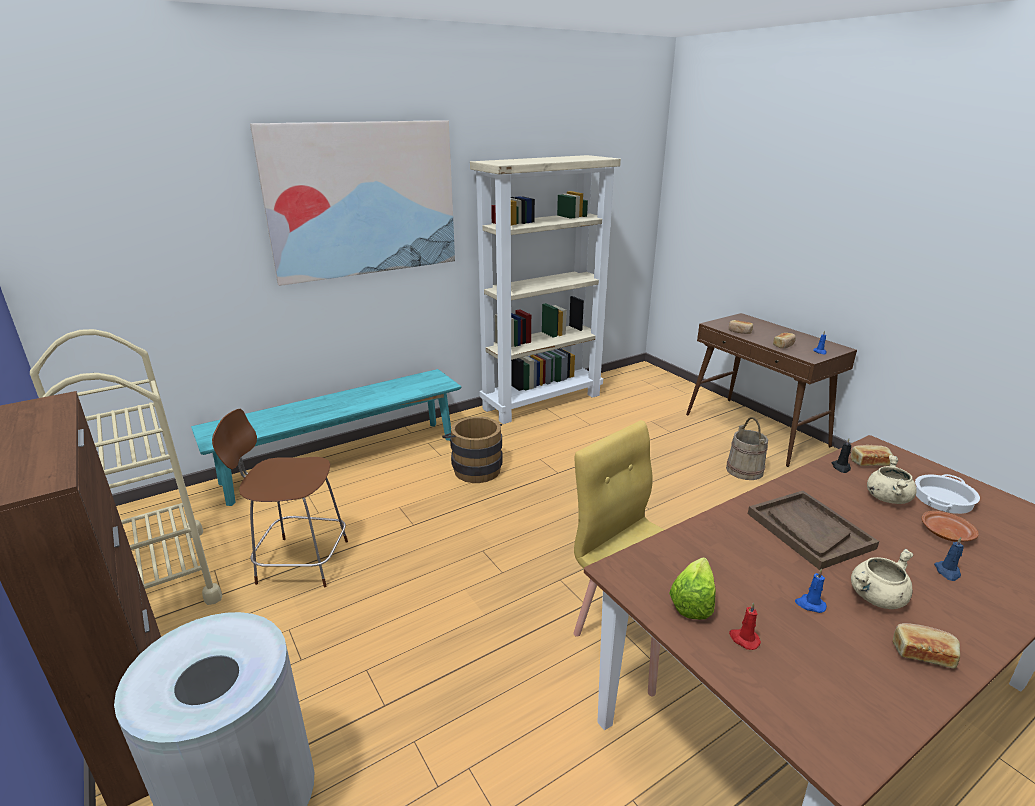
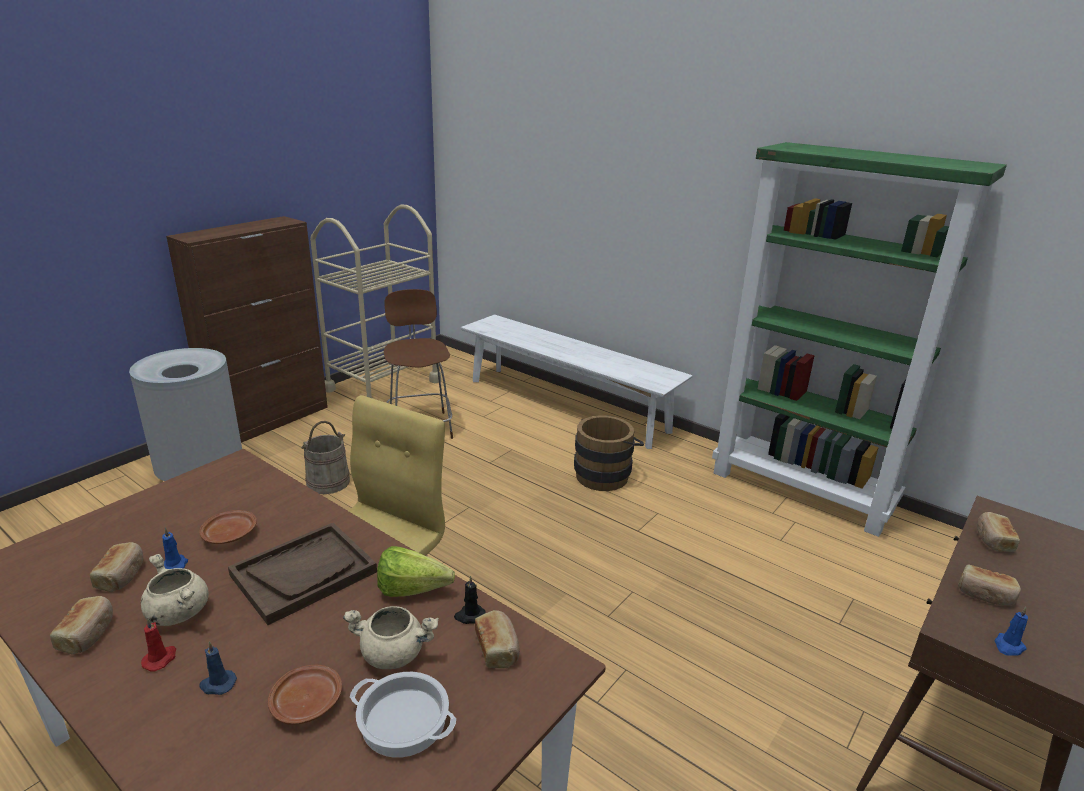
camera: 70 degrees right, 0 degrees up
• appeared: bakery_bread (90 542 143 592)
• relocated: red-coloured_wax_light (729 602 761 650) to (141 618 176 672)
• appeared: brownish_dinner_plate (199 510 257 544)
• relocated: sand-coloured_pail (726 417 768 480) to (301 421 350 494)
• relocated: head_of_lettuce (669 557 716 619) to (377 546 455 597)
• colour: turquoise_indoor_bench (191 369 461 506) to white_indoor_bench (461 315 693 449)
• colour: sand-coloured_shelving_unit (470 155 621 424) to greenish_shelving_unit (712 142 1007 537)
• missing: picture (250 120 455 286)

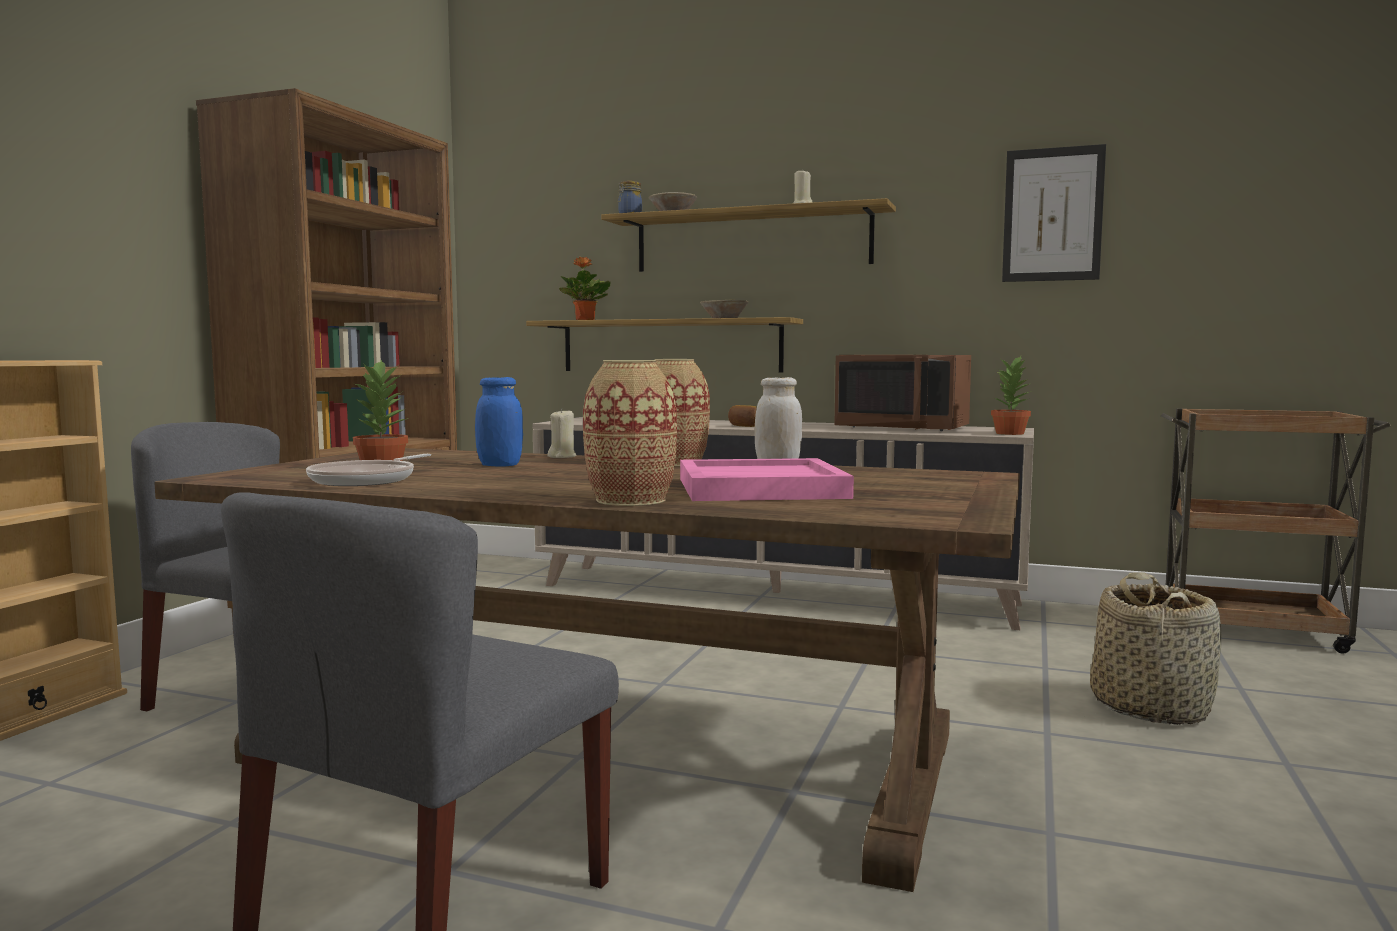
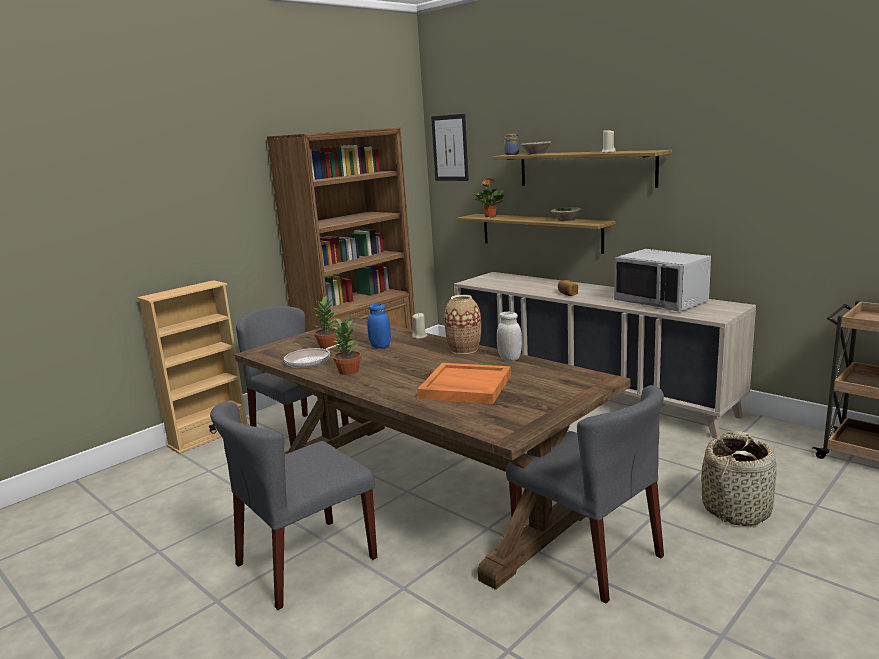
camera: 25 degrees right, 10 degrees up
• relocated: plant_in_a_pot (991 356 1032 435) to (333 317 362 375)
• colour: pink_serving_tray (680 458 854 501) to orangey_serving_tray (418 363 511 404)
• relocated: picture (1002 144 1106 282) to (431 114 469 181)
• appeared: gray_chair (506 385 664 604)
• colour: brownish_microwave (834 355 971 431) to gray_microwave (614 249 711 311)
• missing: flower_vase (583 360 677 506)

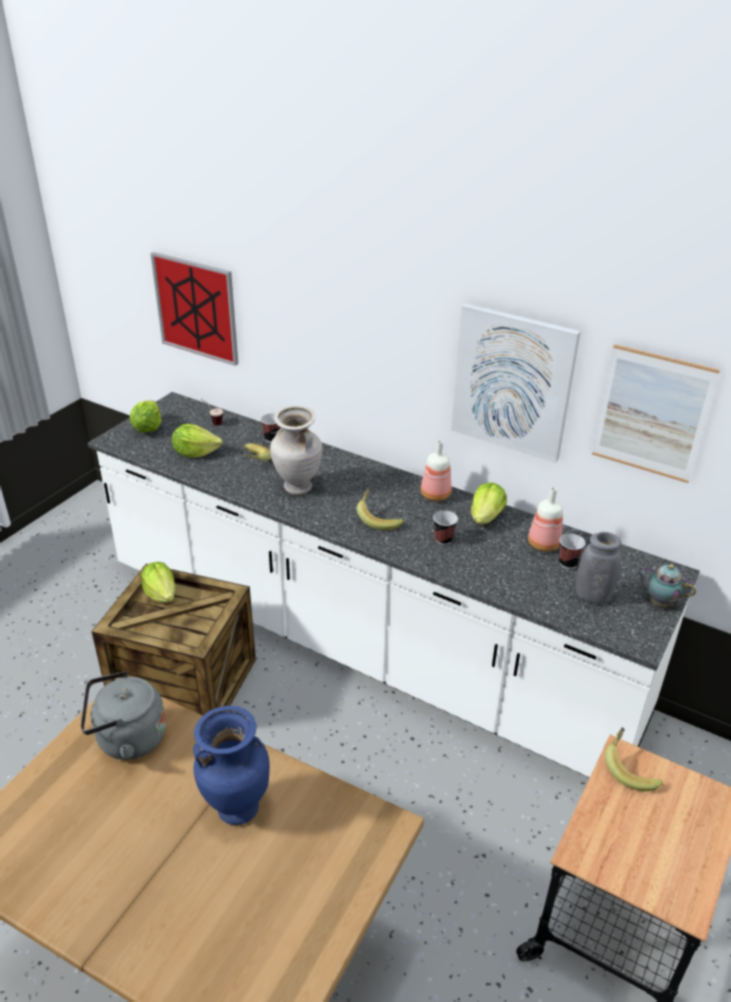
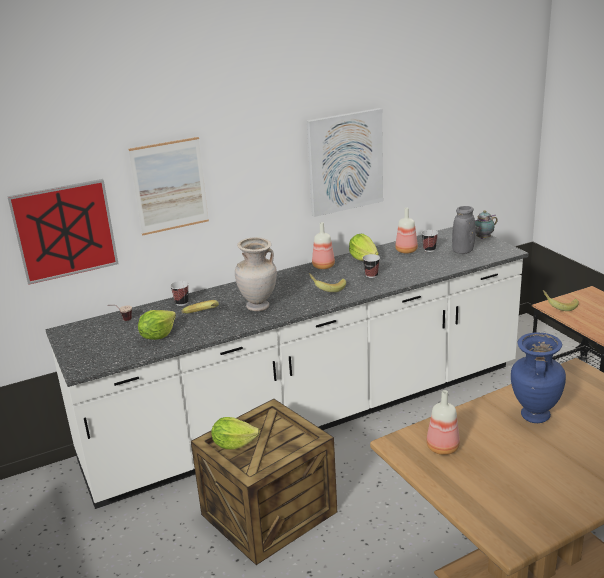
camera: 55 degrees left, 10 degrees down
• relocated: picture (592 344 720 483) to (128 137 209 236)
• exchanged: gray_kettle (81 671 166 760) to bottle (426 390 460 455)
• missing: head_of_lettuce (130 400 161 432)

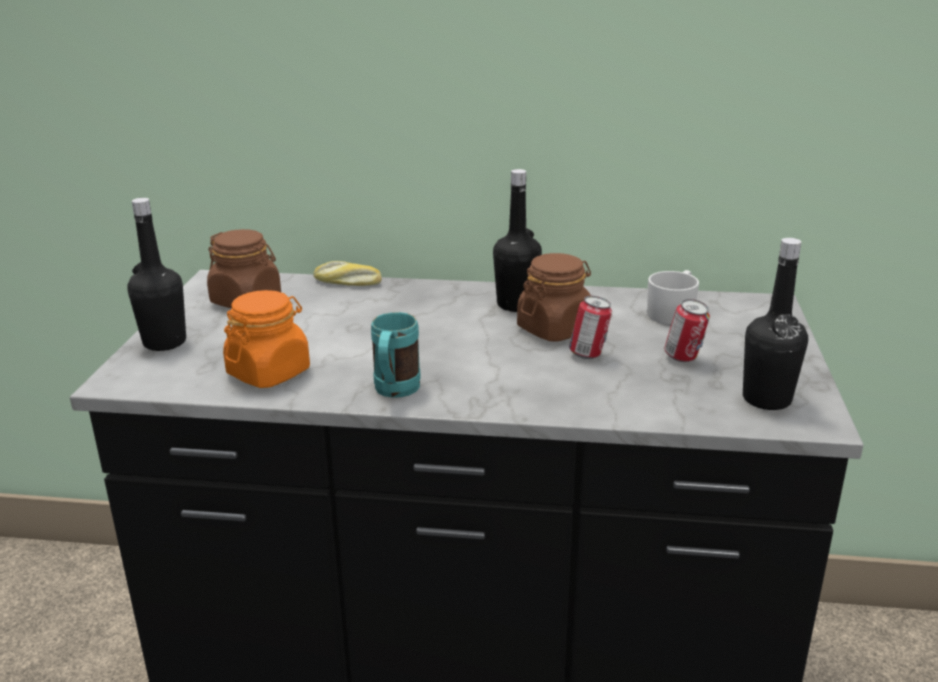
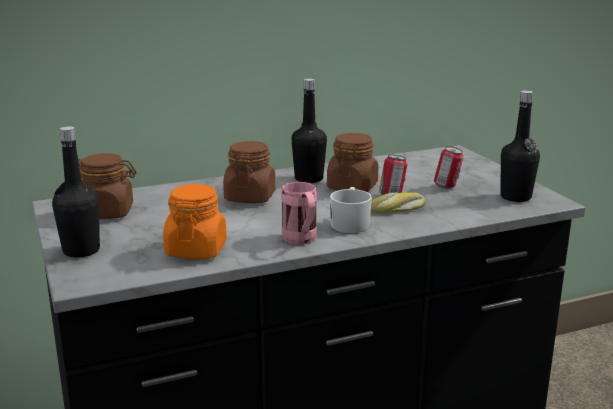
camera: 30 degrees left, 5 degrees down
• appeared: brownish_jar (223 141 276 203)
• colour: turquoise_coffee_mug (371 312 421 398) to pink_coffee_mug (281 182 317 245)
• relocated: white_coffee_mug (647 270 699 325) to (330 187 372 233)
• relocated: bakery_bread (313 261 382 286) to (371 192 426 214)

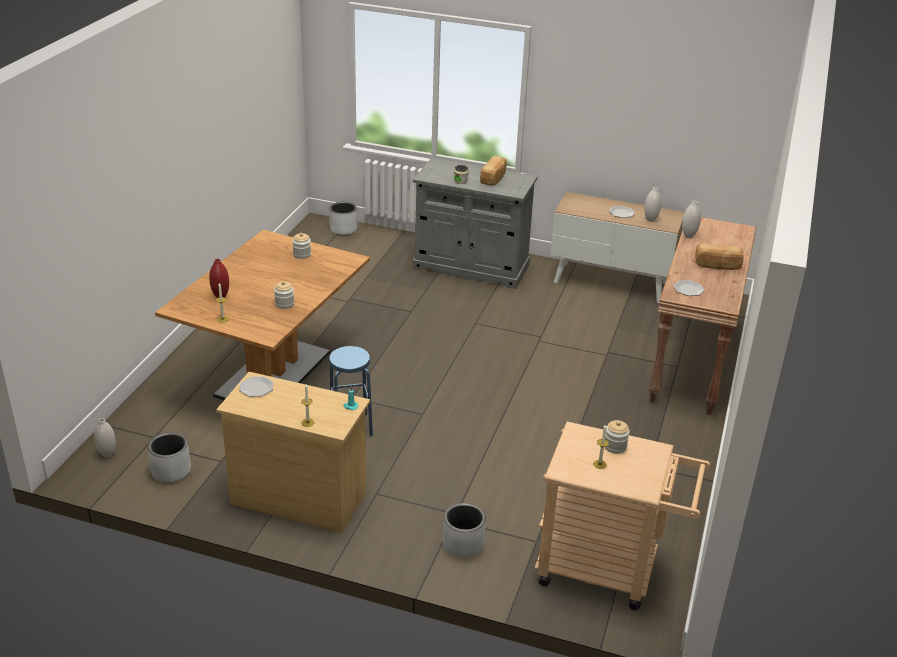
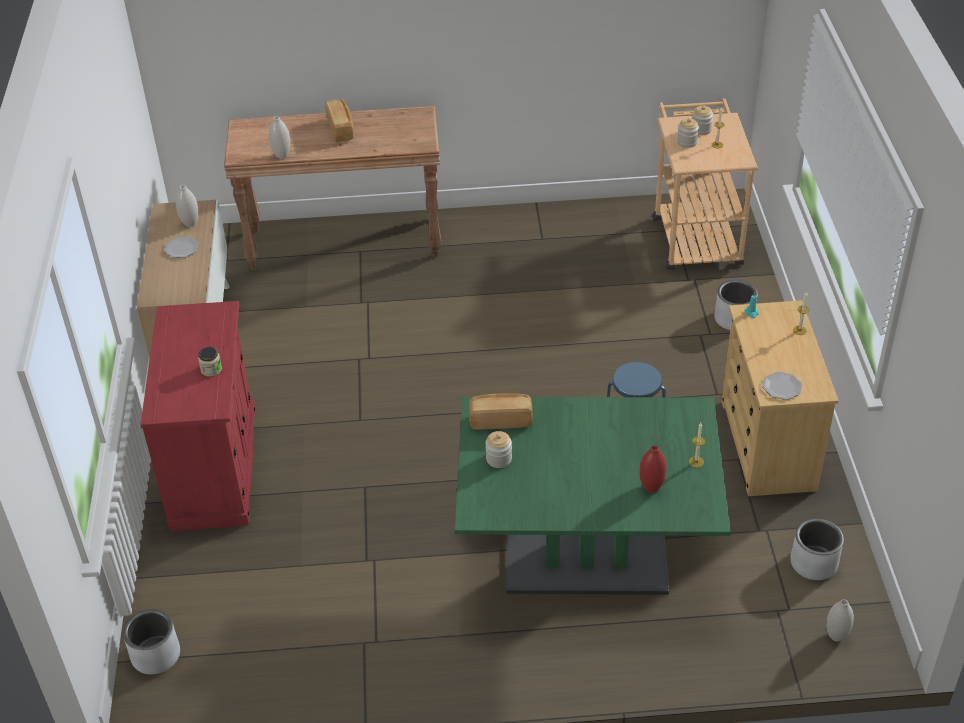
camera: 110 degrees left, 10 degrees up
• colour: gray_cabinet (413 158 538 289) to red-coloured_cabinet (141 301 256 531)
• colour: brownish_dining_table (155 230 370 400) to greenish_dining_table (455 397 731 595)
• relocated: bakery_bread (480 156 507 185) to (469 393 533 430)
• relocated: jar (274 281 294 309) to (692 106 713 135)
• missing: dinner_plate (673 280 705 296)

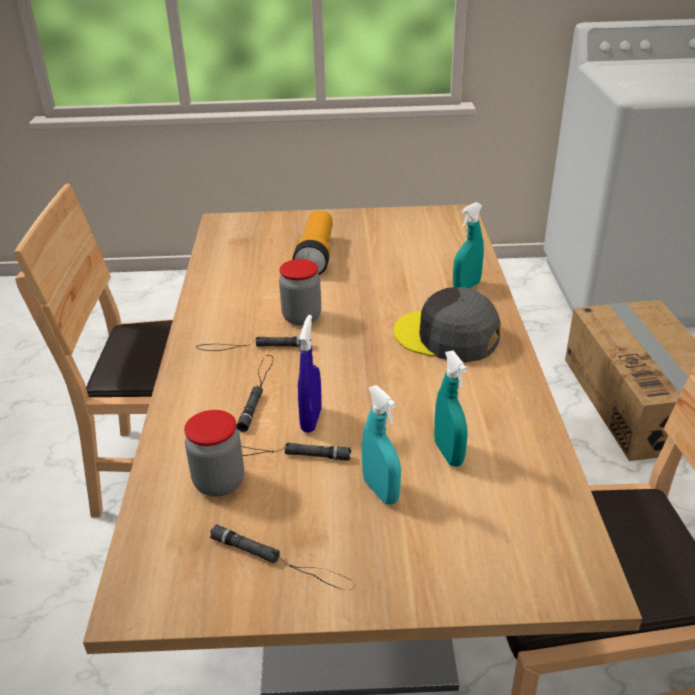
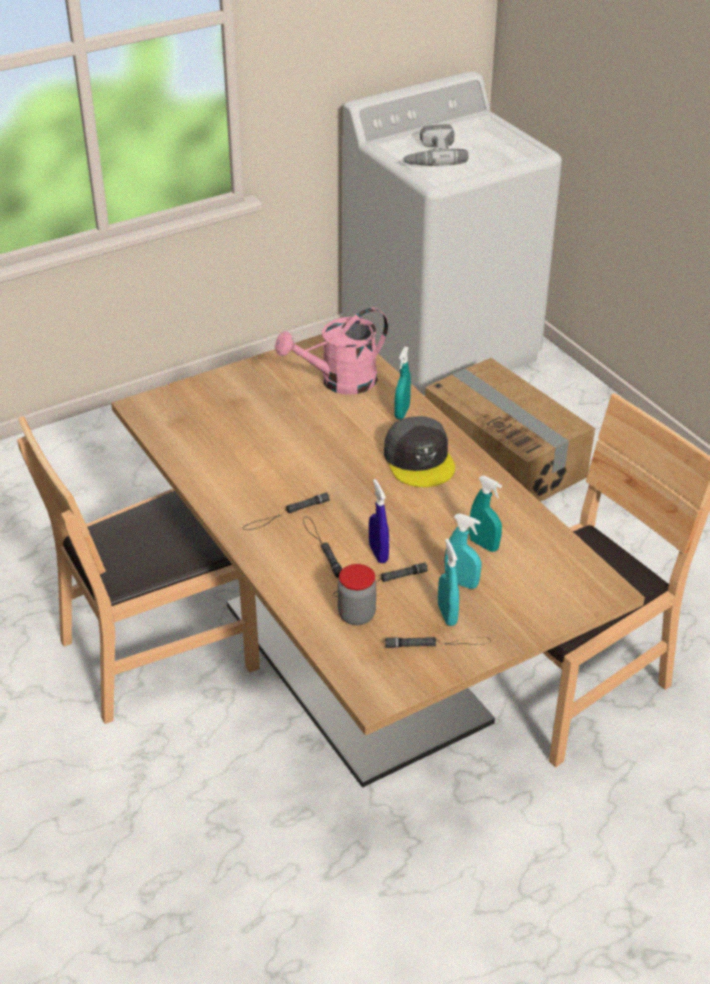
camera: 30 degrees left, 5 degrees up
• appeared: pink_watering_pot (275 308 388 395)
• spun: gray_cap (393 287 501 362) = (384 416 455 487) 105 degrees counterclockwise
• appeared: electric_drill (402 124 469 166)
• appeared: turquoise_sprayer (438 539 459 626)
• missing: jar (279 259 321 326)
• missing: hand_torch (293 210 333 275)

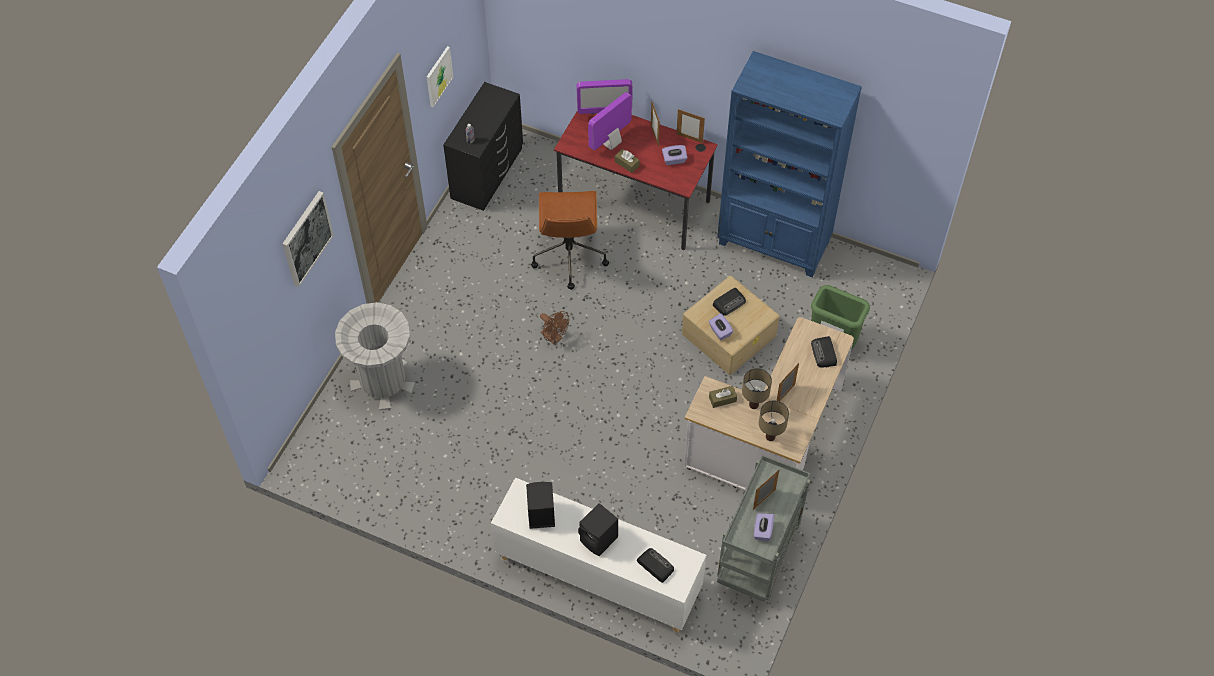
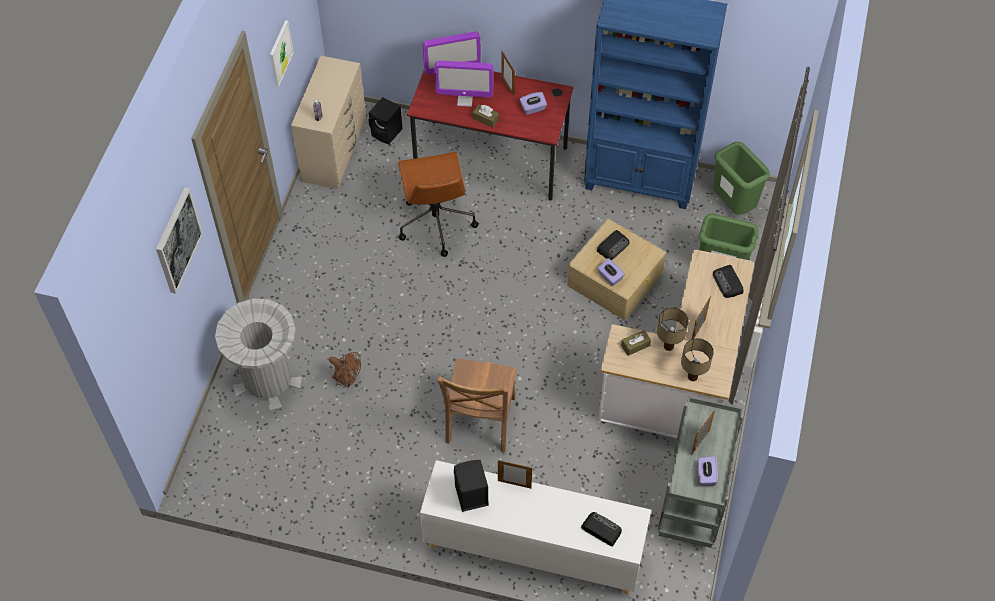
camera: 10 degrees left, 0 degrees up
• colour: black_drawer_chest (443 82 523 211) to sand-coloured_drawer_chest (291 56 366 189)
• relocated: brownish_fan (540 311 569 345) to (329 352 361 388)
• relocated: black_audio_speaker (578 503 618 556) to (368 97 403 144)
• spun: computer_display (588 92 632 150) = (434 61 494 107) 120 degrees counterclockwise
• appeared: brownish_chair (437 359 517 452)
• relocated: picture_frame (677 109 705 143) to (498 460 532 489)
• appeared: greenish_waste_bin (713 142 770 215)

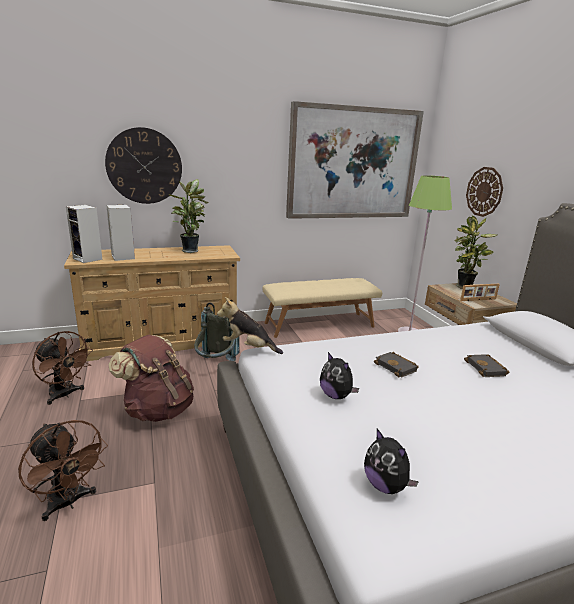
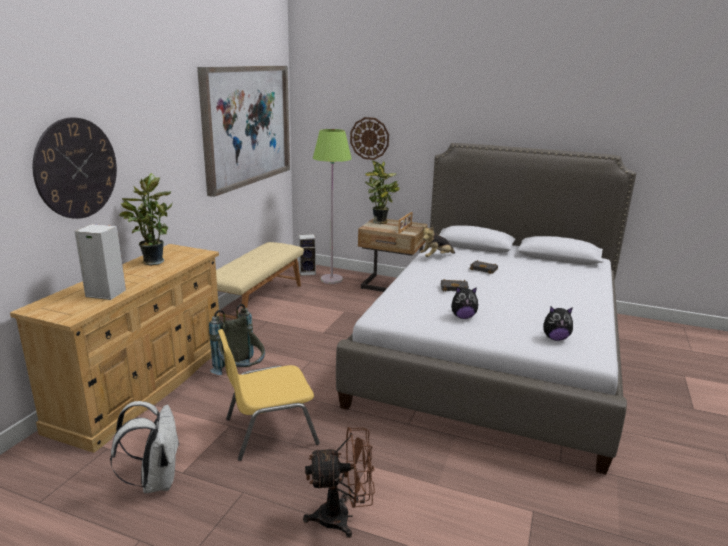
camera: 50 degrees left, 0 degrees up
• exchanged: brownish_fan (32 331 93 405) to white_rucksack (110 401 180 493)
• exchanged: brownish_rucksack (109 335 194 422) to yellow_chair (218 329 320 461)
• relocated: audio_speaker (66 205 102 263) to (298 234 316 276)
• relocated: cuddly_toy (217 297 283 354) to (420 226 455 257)

